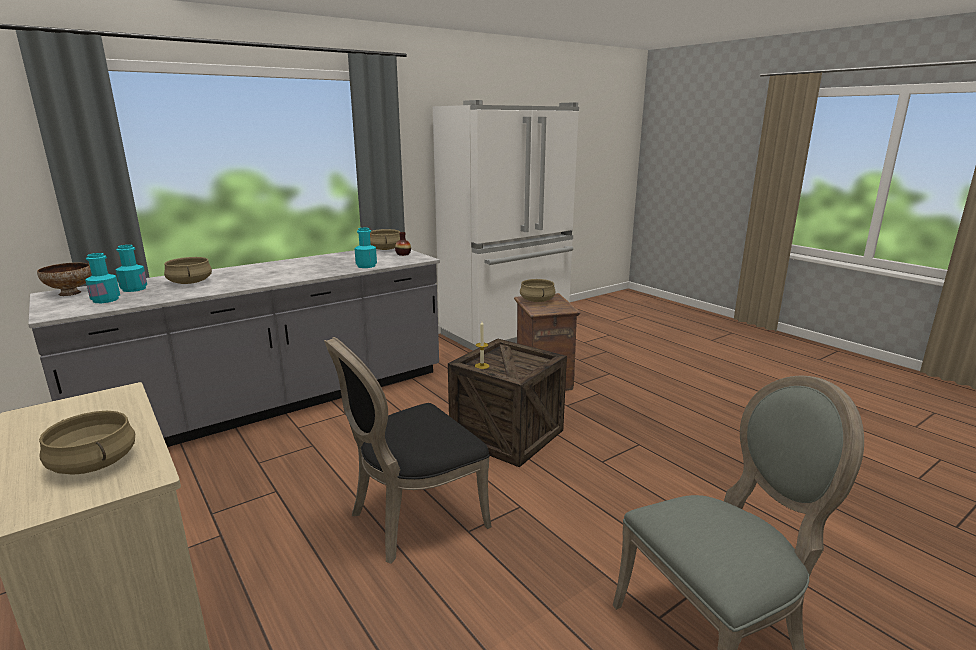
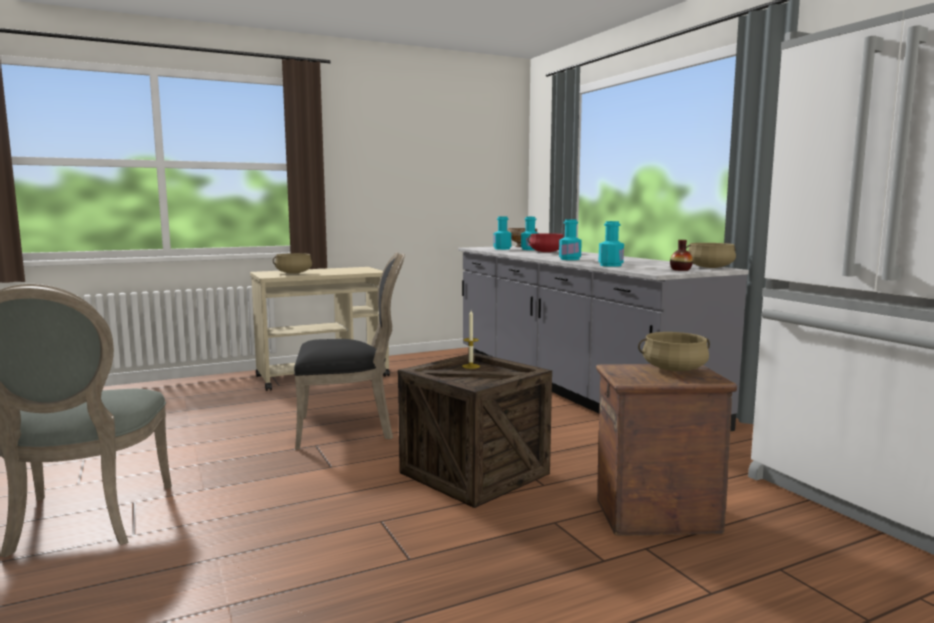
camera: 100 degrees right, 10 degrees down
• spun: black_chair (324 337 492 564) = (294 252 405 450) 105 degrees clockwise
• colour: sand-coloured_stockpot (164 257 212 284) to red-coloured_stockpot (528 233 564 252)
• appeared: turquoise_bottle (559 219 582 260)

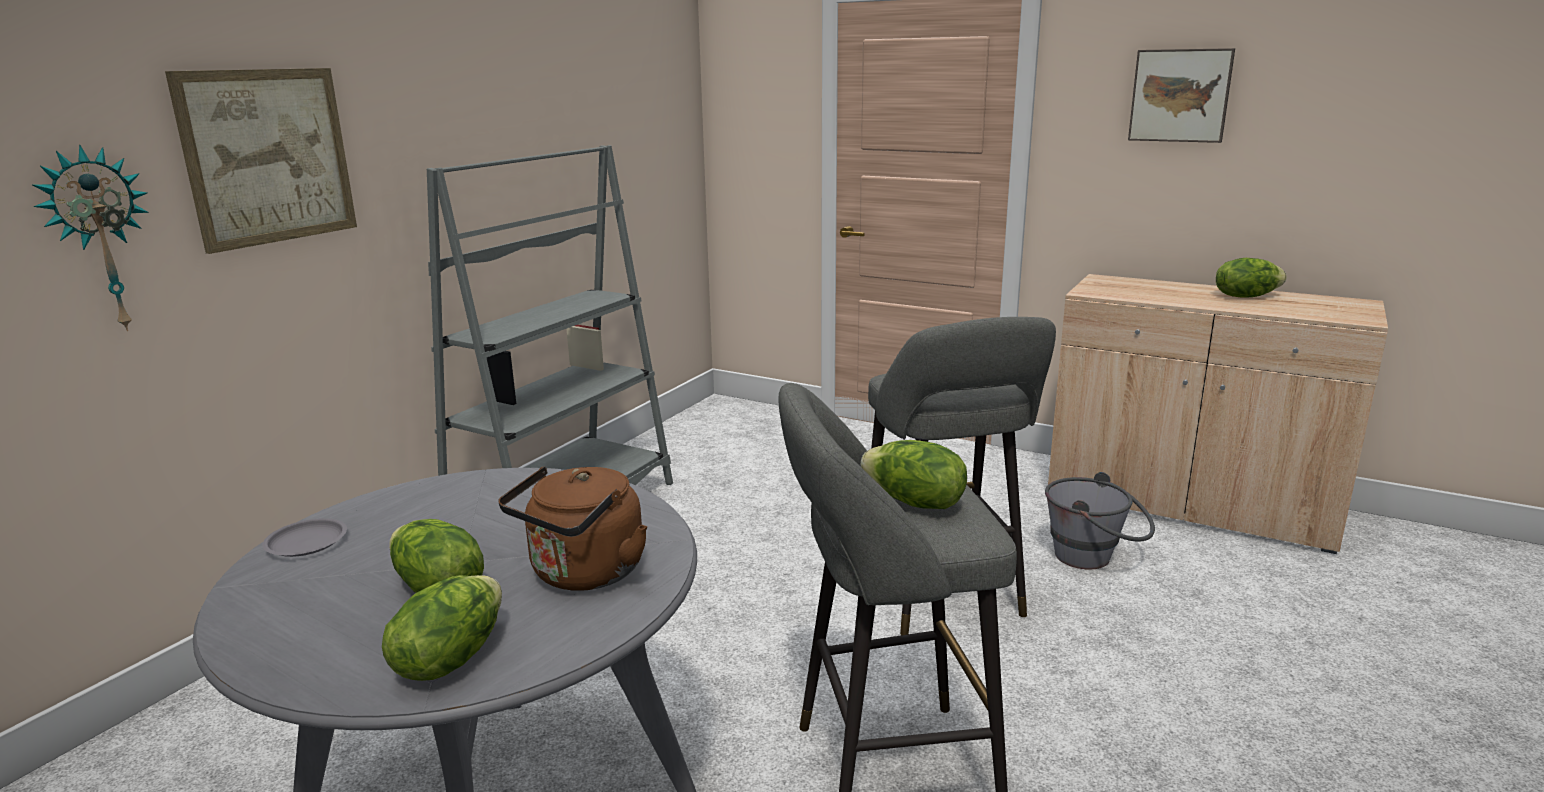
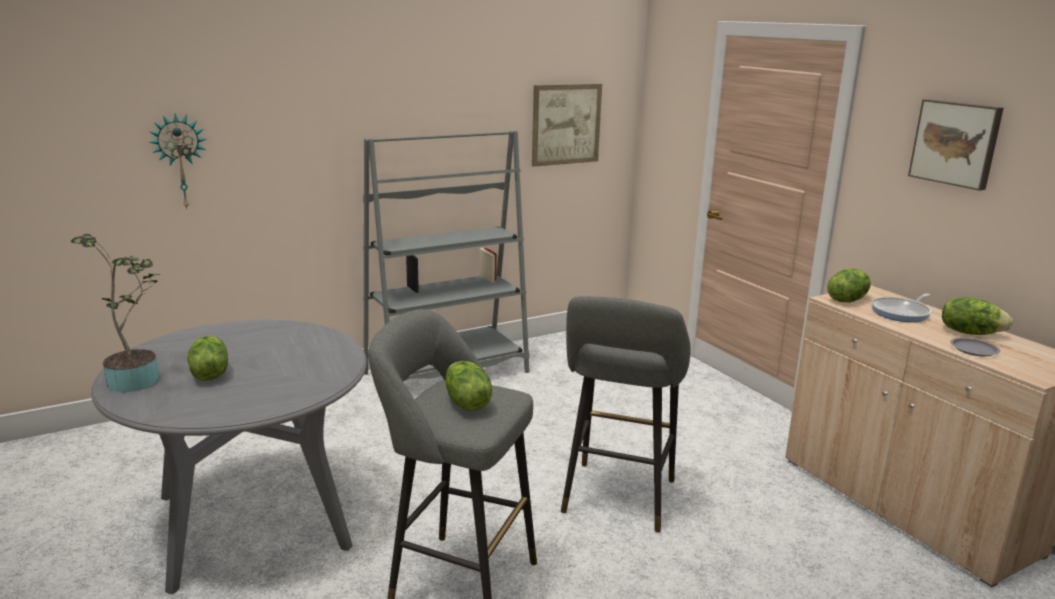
camera: 30 degrees right, 0 degrees up
• appeared: plant_in_a_pot (71 234 159 392)
• relocated: picture (165 68 357 254) to (532 84 602 167)
• relocated: head_of_lettuce (382 575 502 681) to (827 269 871 303)
• appeared: skillet (871 293 931 322)
• relocated: gray_dinner_plate (262 518 347 557) to (950 338 1000 357)
• missing: brownish_kettle (498 466 647 591)
• missing: gray_pail (1045 472 1155 570)

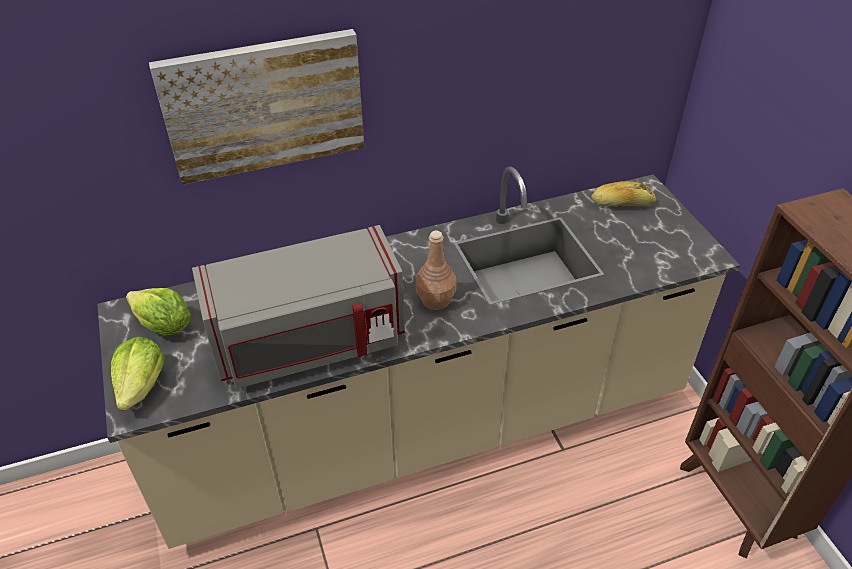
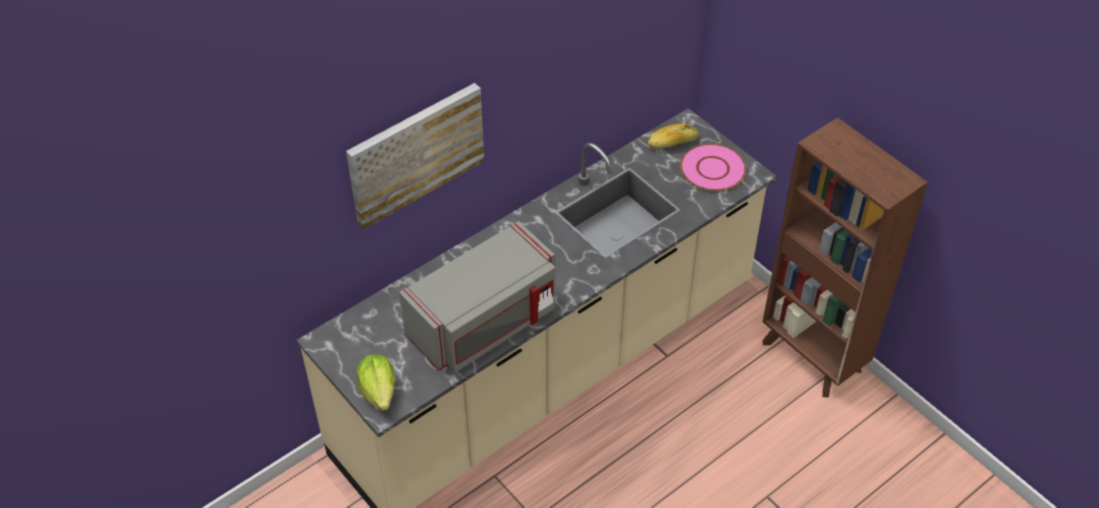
camera: 20 degrees left, 5 degrees up
• appeared: pink_dinner_plate (680 144 746 191)
• missing: head_of_lettuce (126 288 191 336)
• missing: brownish_bottle (415 230 457 310)

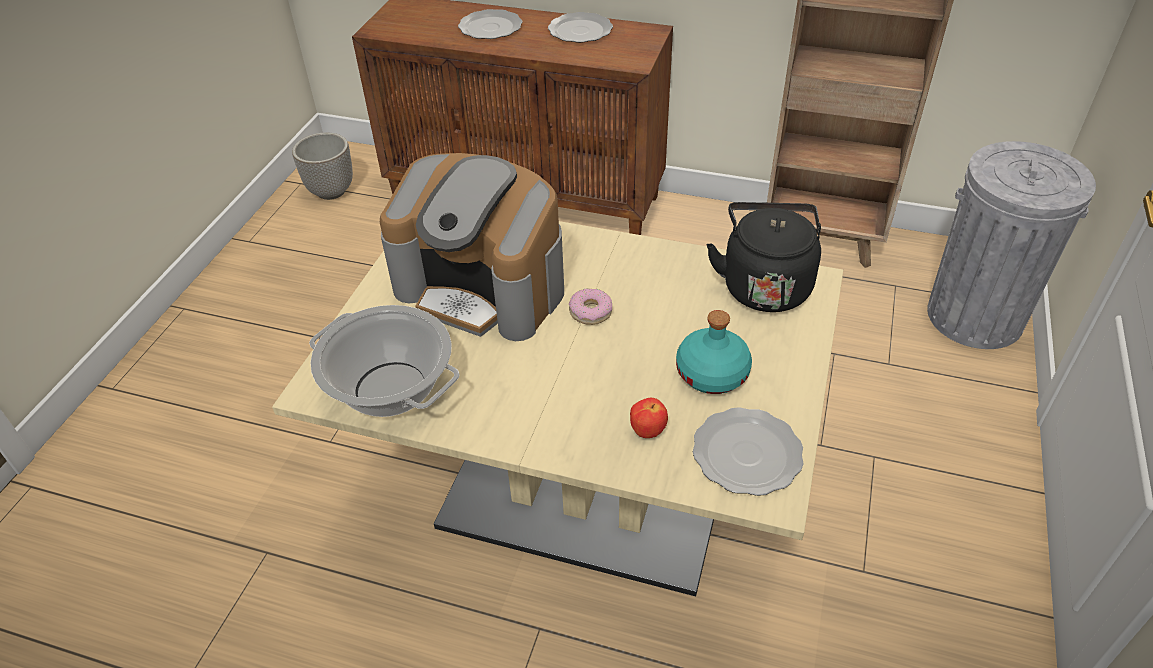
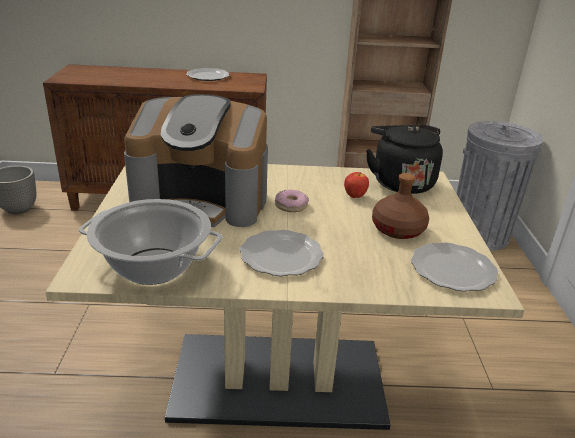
camera: 20 degrees left, 15 degrees down
• relocated: dinner_plate (458 9 522 39) to (240 230 324 276)
• relocated: apple_fruit (630 398 668 438) to (344 172 369 198)
• colour: turquoise_bottle (676 310 752 394) to brownish_bottle (372 173 429 239)

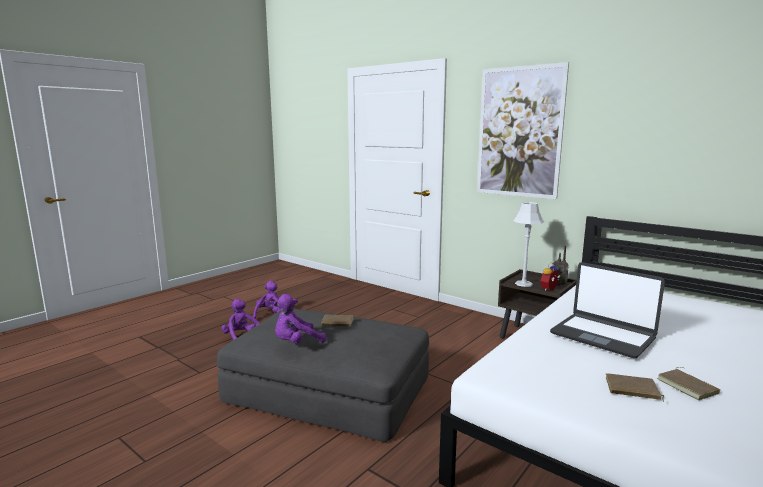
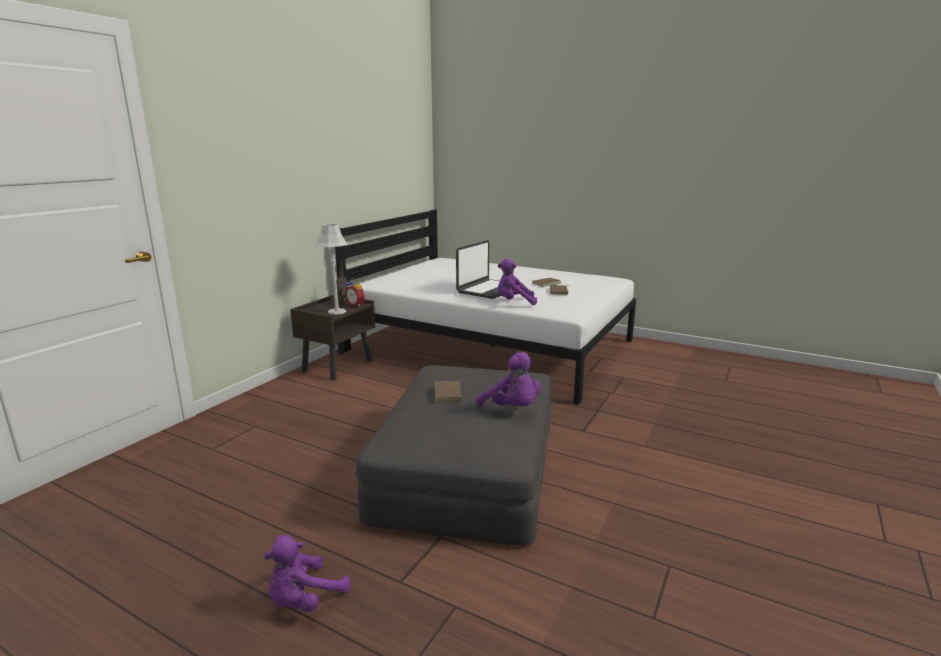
camera: 100 degrees left, 5 degrees up
• relocated: purple_cuddly_toy (253 281 281 319) to (497 259 537 305)
• missing: picture (477 62 569 199)

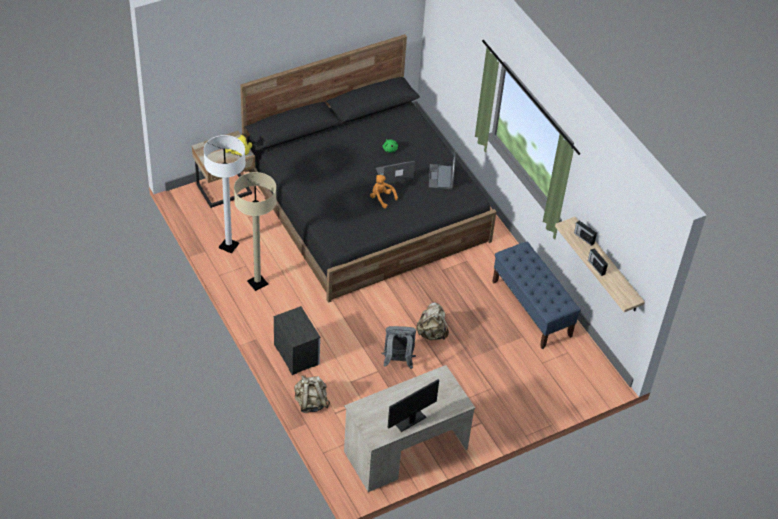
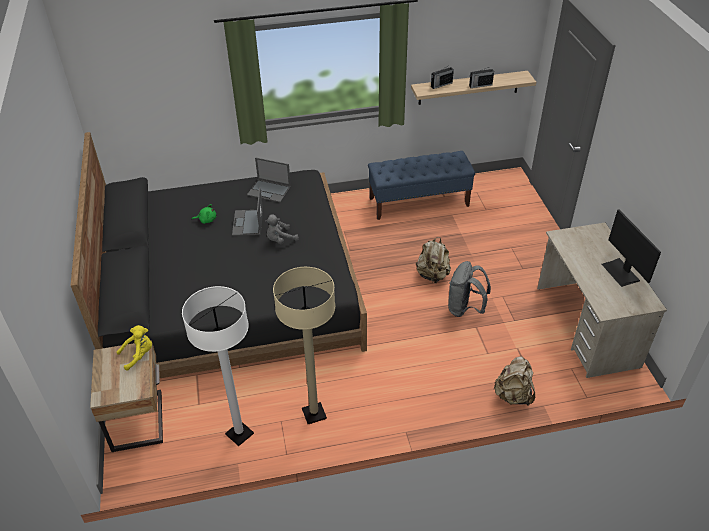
camera: 70 degrees left, 5 degrees down
• colour: orangey_cuddly_toy (370 175 398 208) to gray_cuddly_toy (265 214 299 244)
• missing: bedside_table (273 306 320 375)

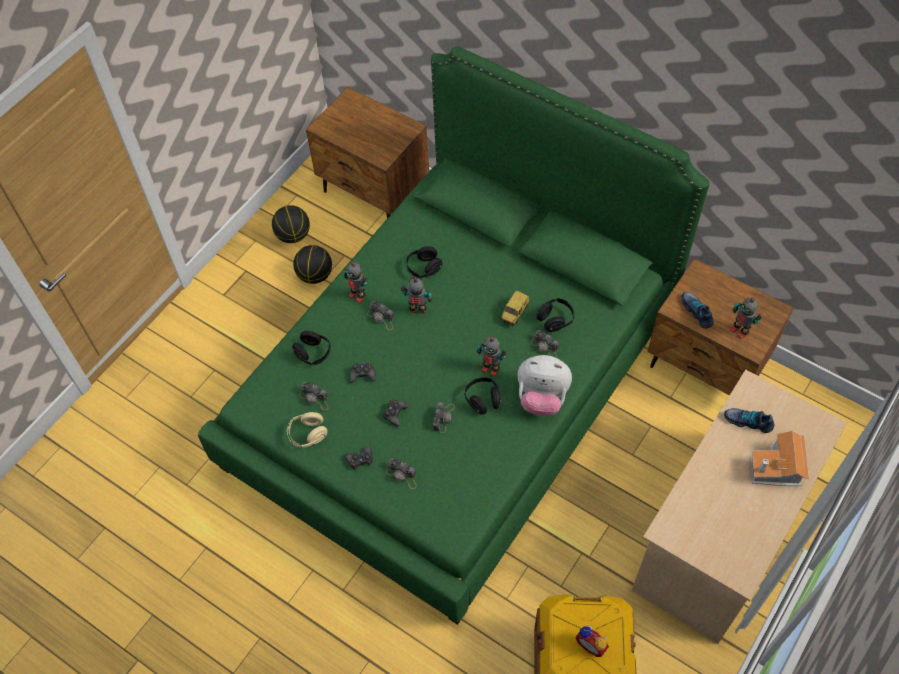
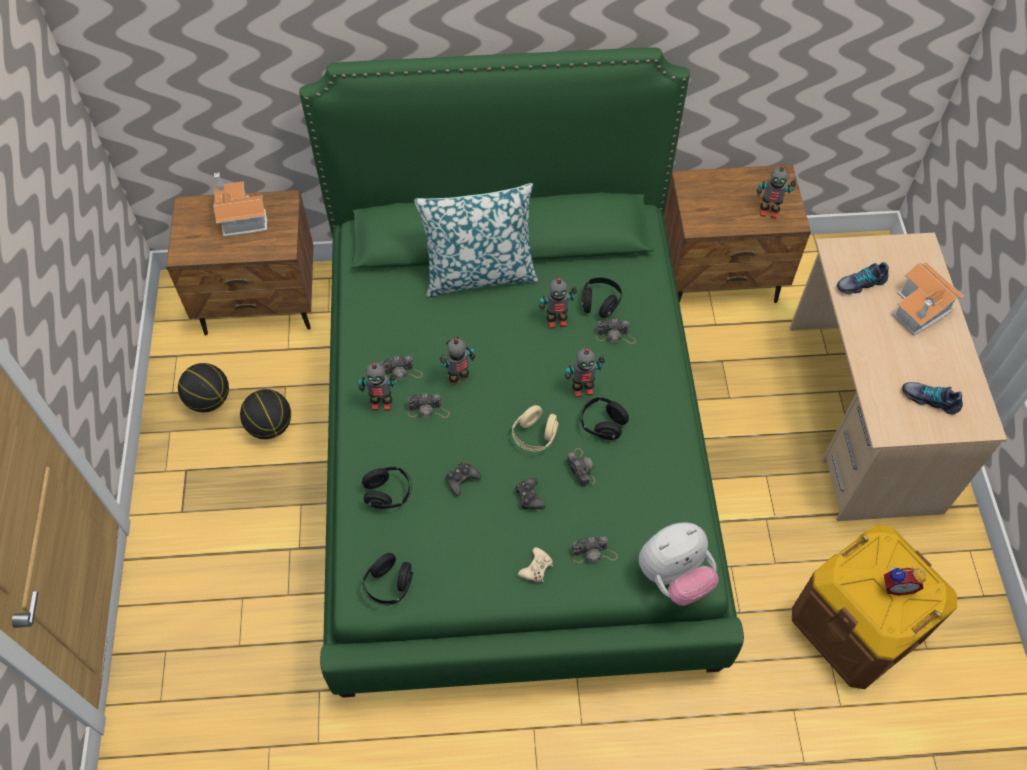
camera: 40 degrees left, 0 degrees up
• appeared: miniature_house (213 173 267 237)
• relocated: black_headphones (405 246 442 278) to (362 553 413 606)
• relocated: still_camera (299 382 329 411) to (380 356 423 380)
• appeared: throw_pillow (414 183 538 298)
• relocated: sand-coloured_headphones (287 412 327 448) to (512 405 559 451)
• colour: black_joypad (345 446 372 470) to sand-coloured_joypad (518 547 553 583)
• exchanged: model_car (500 290 530 326) to toy_robot (539 278 577 328)
• relocated: cuddly_toy (518 355 572 416) to (639 522 719 606)
• relocated: low_shoe (681 292 714 328) to (902 382 963 414)

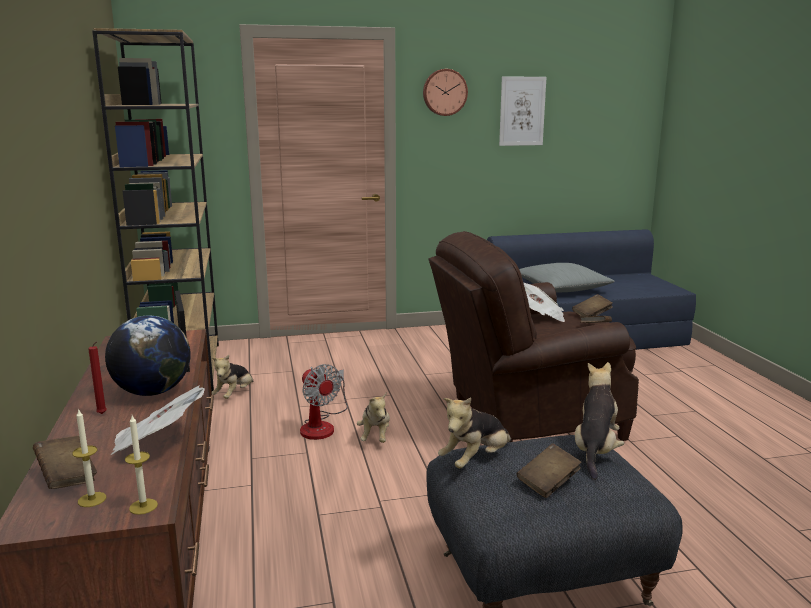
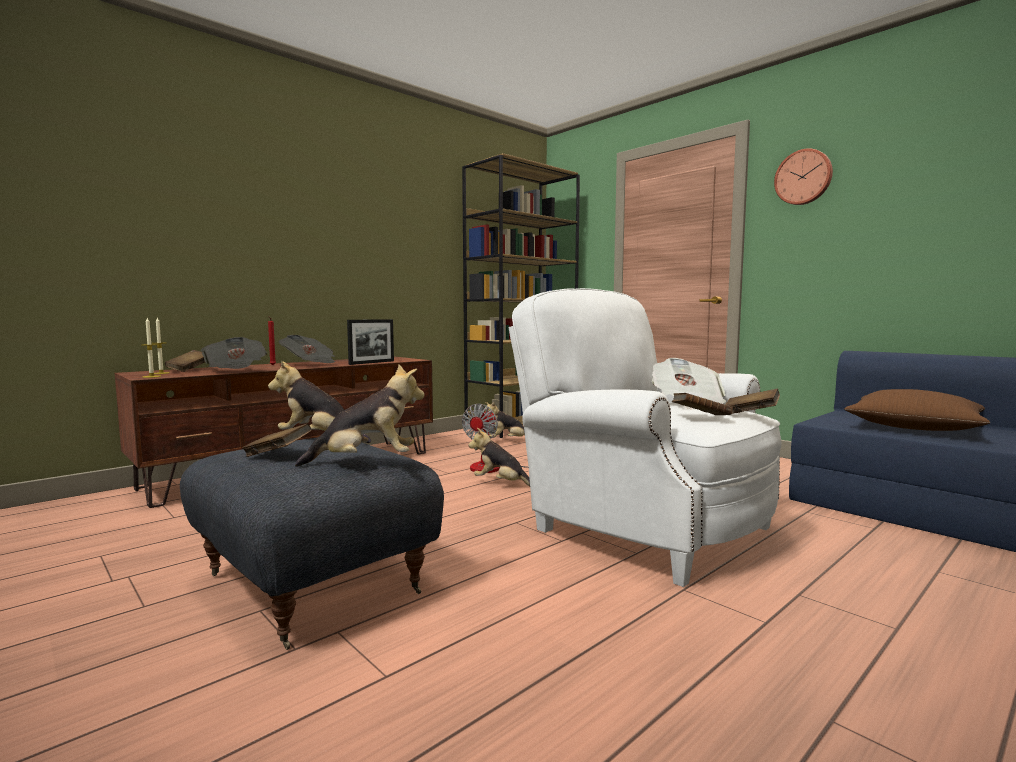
camera: 60 degrees right, 10 degrees down
• exchanged: desk_globe (105 316 191 396) to printed_paper (279 335 336 363)
• spun: cuddly_toy (357 392 390 443) = (468 428 530 486) 60 degrees clockwise
• colour: brownish_lounge_chair (429 231 639 442) to white_lounge_chair (509 288 782 587)
• colour: gray_throw_pillow (519 263 615 292) to brownish_throw_pillow (844 389 990 431)
• missing: picture (499 77 546 146)

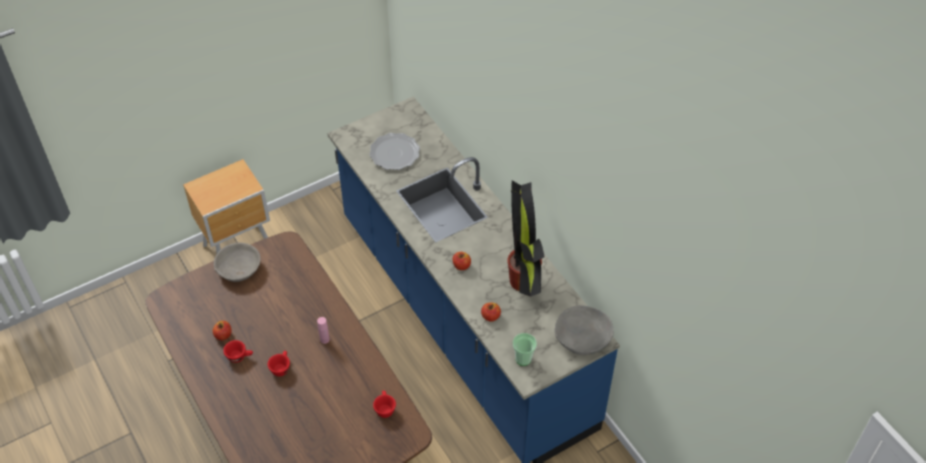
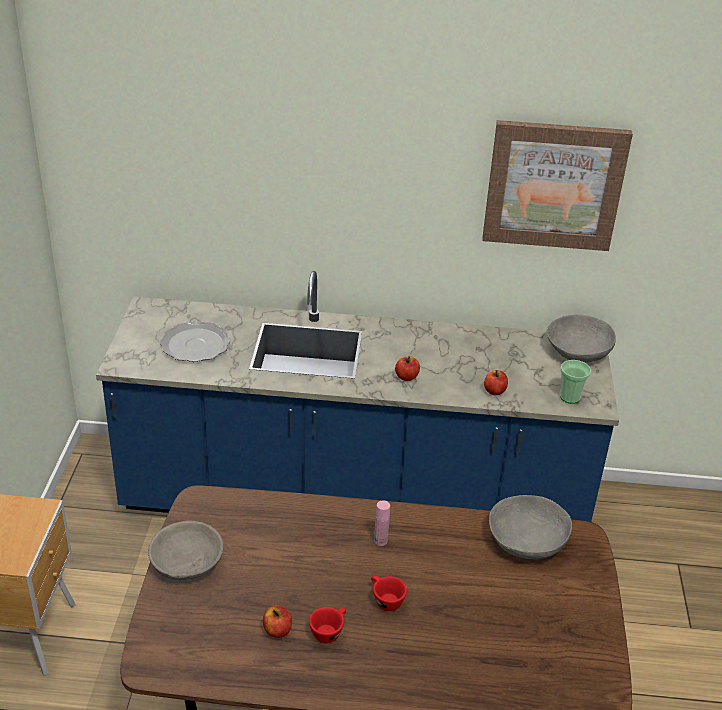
camera: 55 degrees left, 15 degrees down
• appeared: picture (483 120 633 251)
• exchanged: red-coloured_cup (373 391 396 418) to gray_serving_bowl (489 495 572 559)
• missing: plant_in_a_pot (507 181 545 297)

